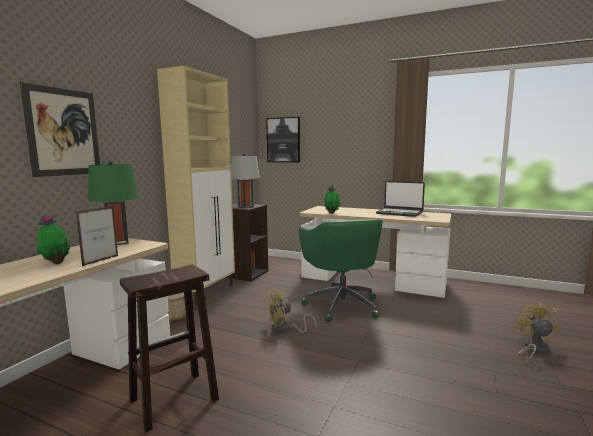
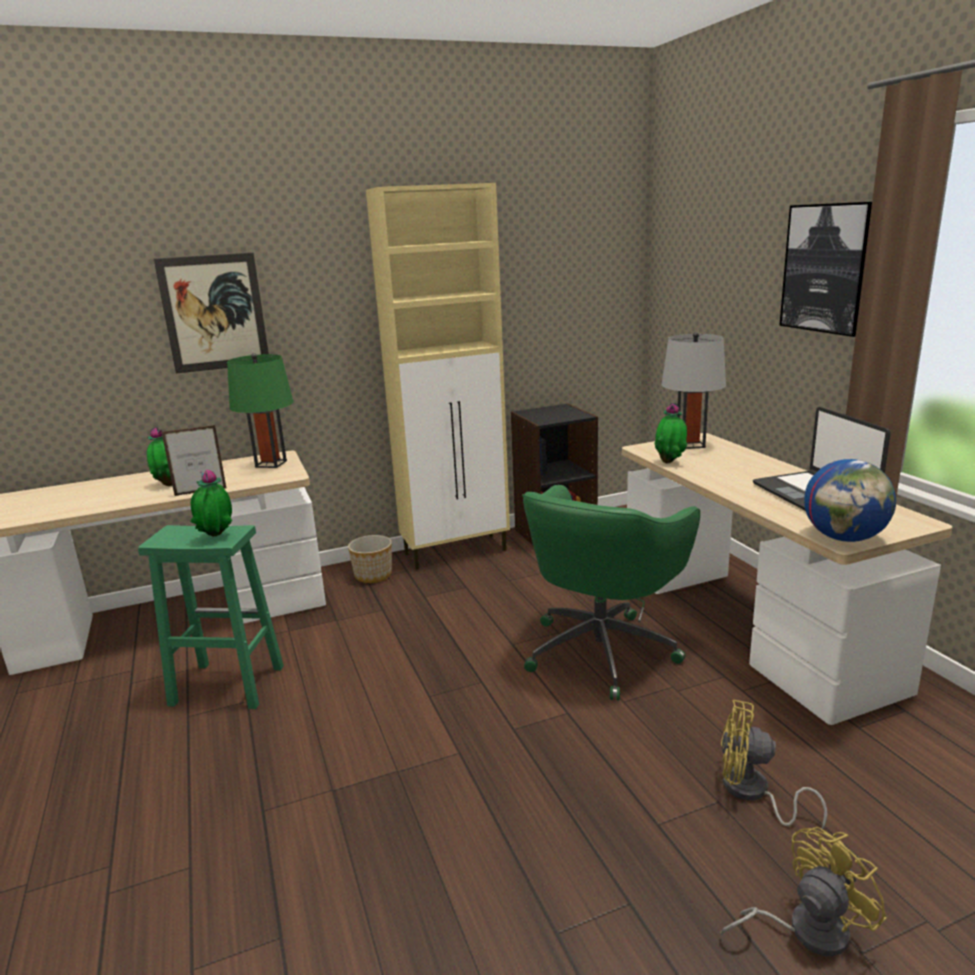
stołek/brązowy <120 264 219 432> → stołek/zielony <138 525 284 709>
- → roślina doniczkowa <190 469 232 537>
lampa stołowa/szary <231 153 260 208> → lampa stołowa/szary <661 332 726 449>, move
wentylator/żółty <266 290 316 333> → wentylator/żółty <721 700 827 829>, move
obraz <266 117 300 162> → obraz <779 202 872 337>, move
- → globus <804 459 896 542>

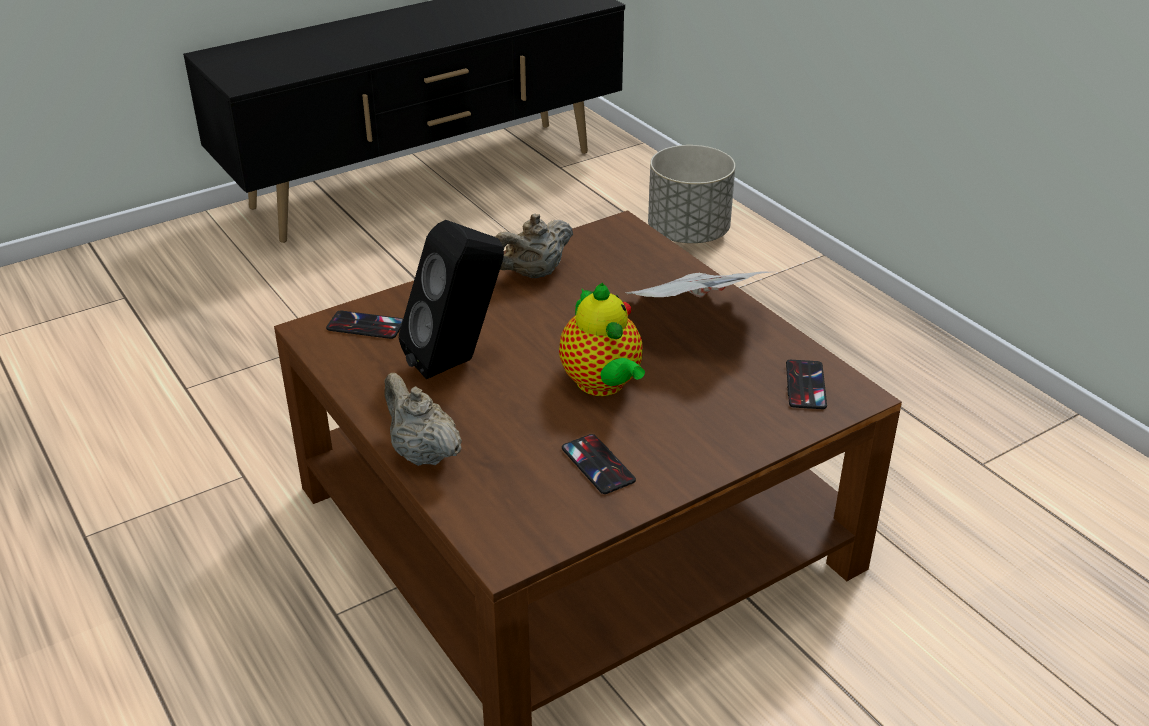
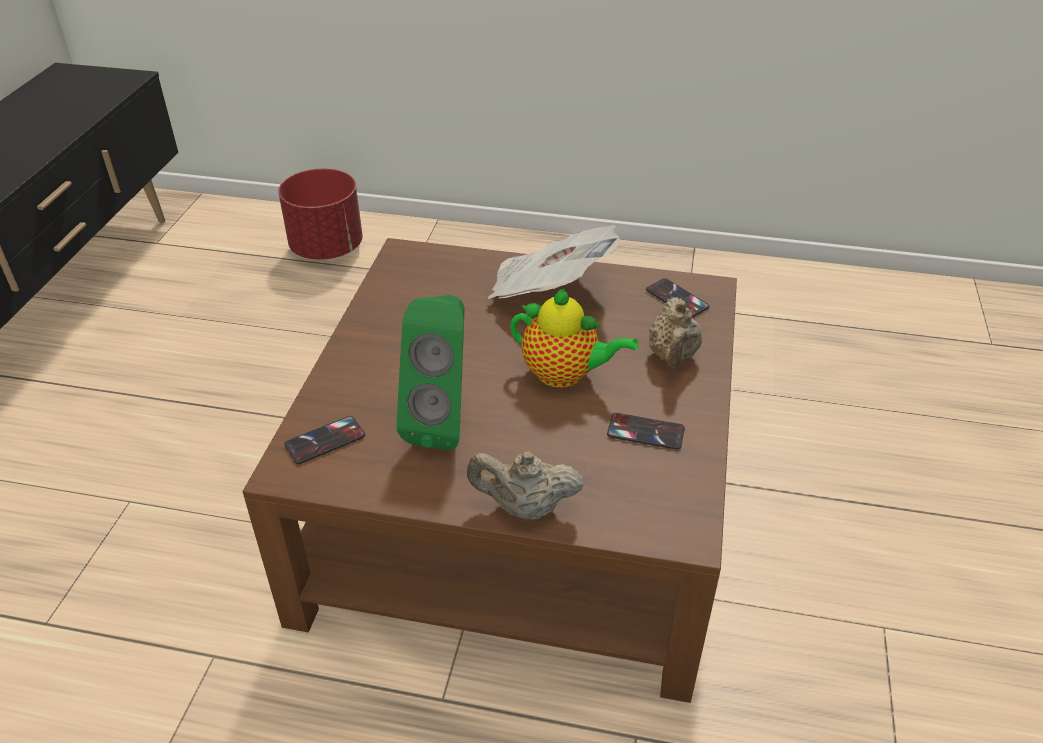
donica/szary <648 145 735 243> → donica/czerwony <278 169 363 260>
głośnik/czarny <399 220 504 379> → głośnik/zielony <396 295 464 450>
imbryk/beżowy <495 214 573 278> → imbryk/beżowy <649 297 702 368>, move

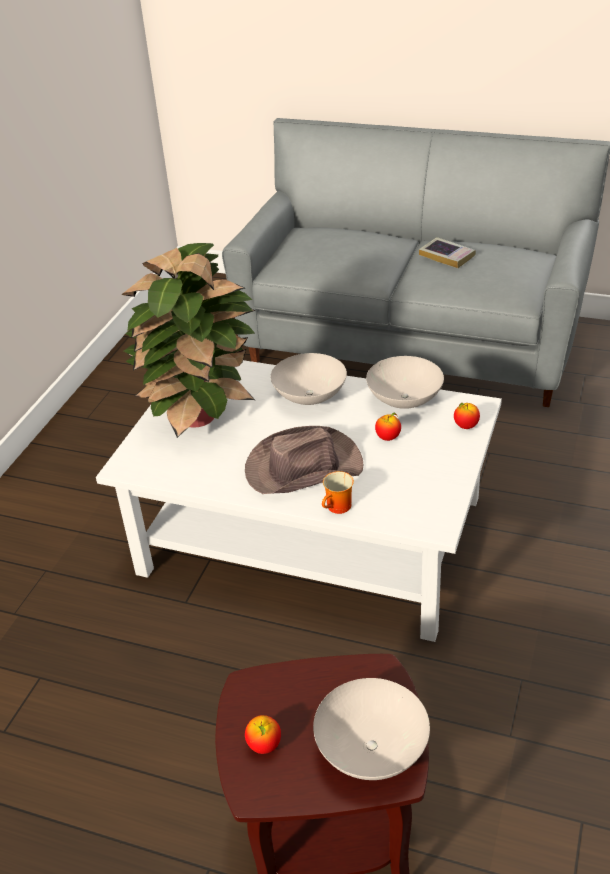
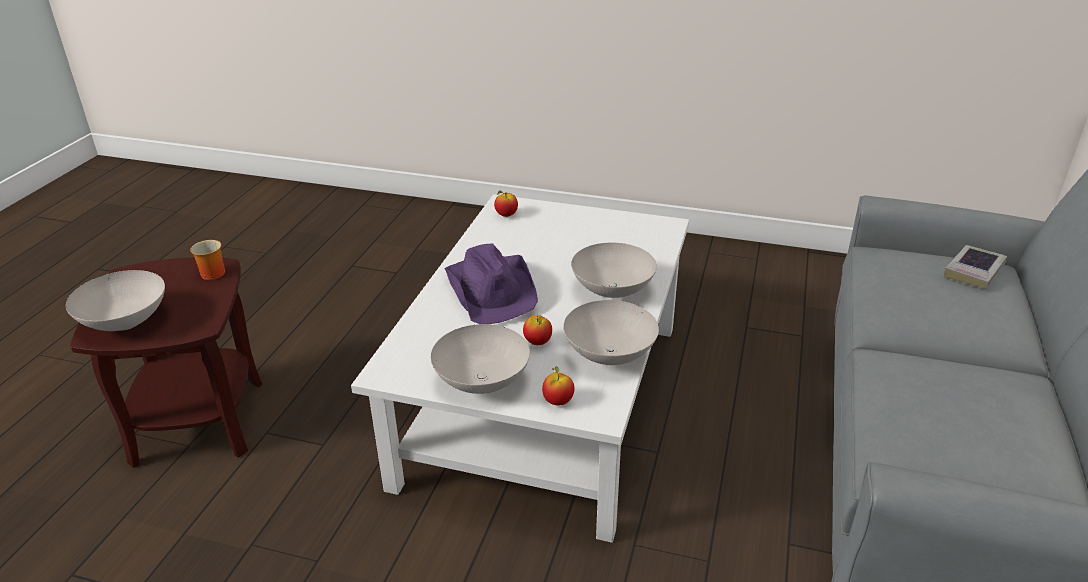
kubek <322 471 354 514> → kubek <190 240 225 280>, move
- → miska/biały <431 324 530 394>
kapelusz/brązowy <245 426 363 494> → kapelusz/fioletowy <445 244 538 324>
jabłko <245 715 281 754> → jabłko <494 191 518 217>, move
książka <419 237 476 268> → książka <944 245 1007 289>, move
roślina doniczkowa <121 243 256 438> → -

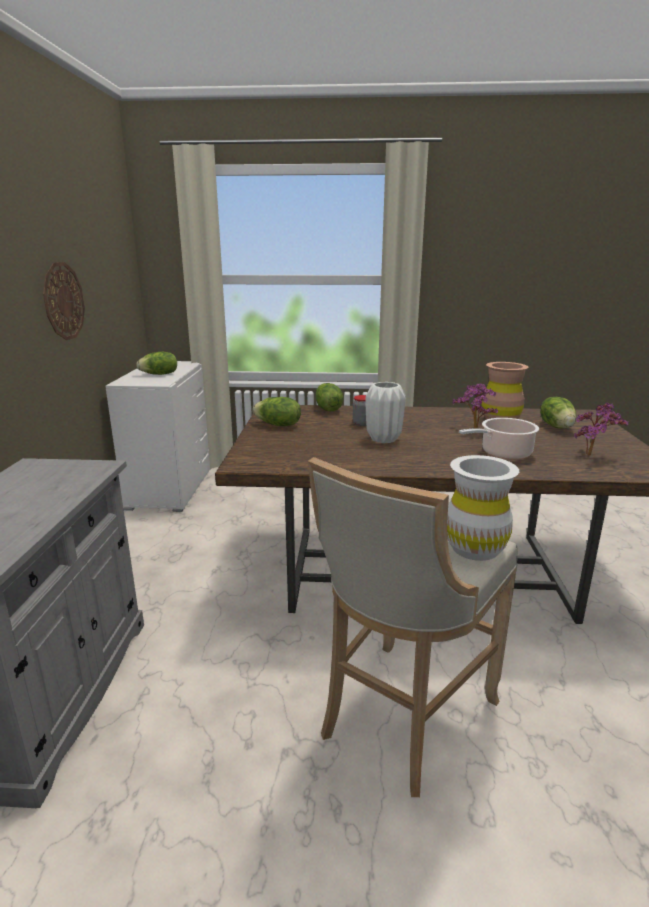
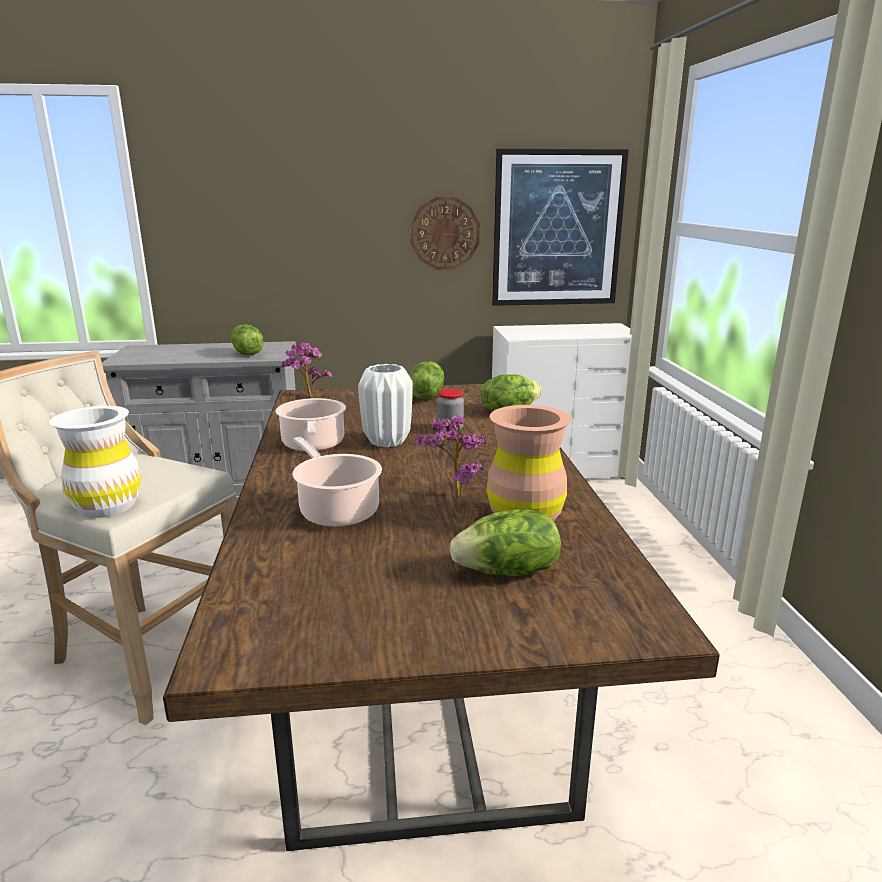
sałata <136 352 177 375> → sałata <231 324 263 355>, move
- → garnek <275 398 346 452>
roślina doniczkowa <574 403 629 456> → roślina doniczkowa <281 342 332 397>, move
- → obraz <492 149 629 306>

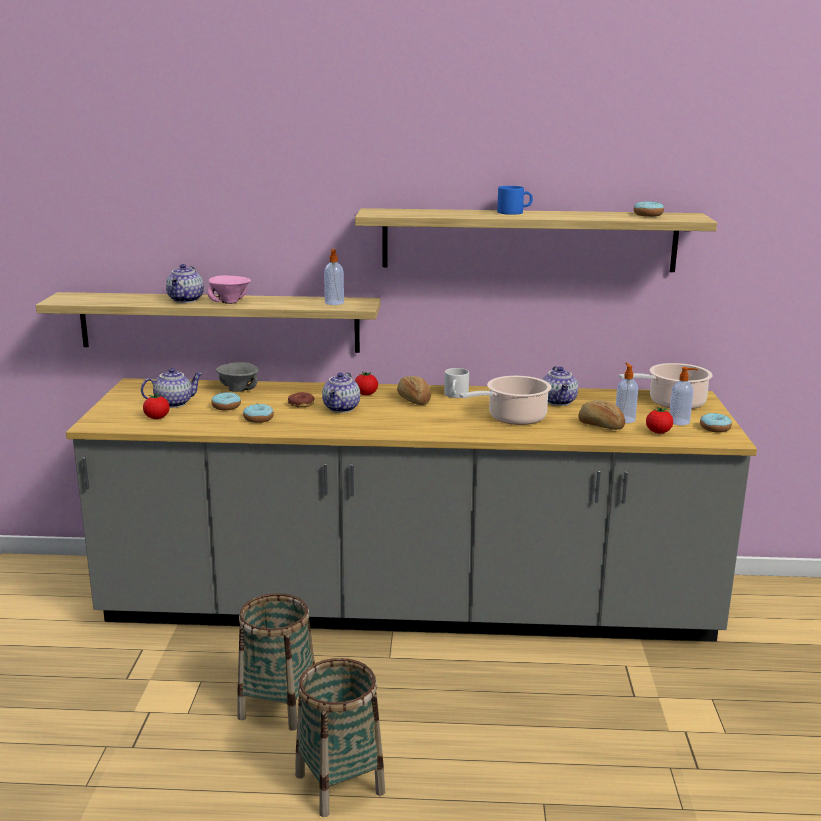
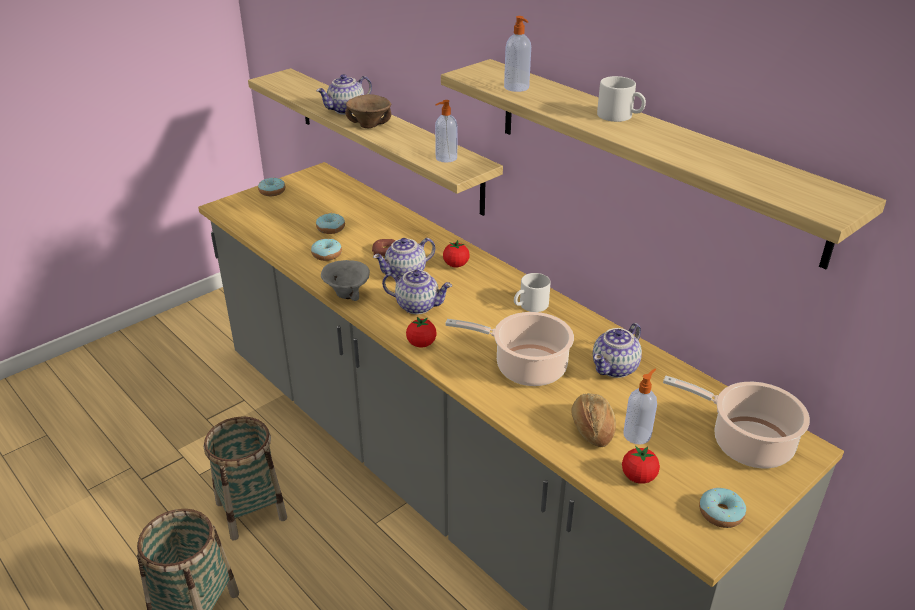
donut <634 202 664 217> → donut <258 178 285 196>, move
miska/szary <216 362 259 392> → miska/szary <321 260 370 301>, move
miska/różowy <207 275 251 304> → miska/brązowy <345 94 391 128>
imbryk <141 368 203 408> → imbryk <382 270 452 314>, move
pomidor <143 394 170 419> → pomidor <406 317 437 348>, move
dozownik mydła <669 367 698 425> → dozownik mydła <504 16 531 92>, move
kubek/niebieski <497 186 533 215> → kubek/biały <597 76 646 122>
chleb <397 376 431 405> → -

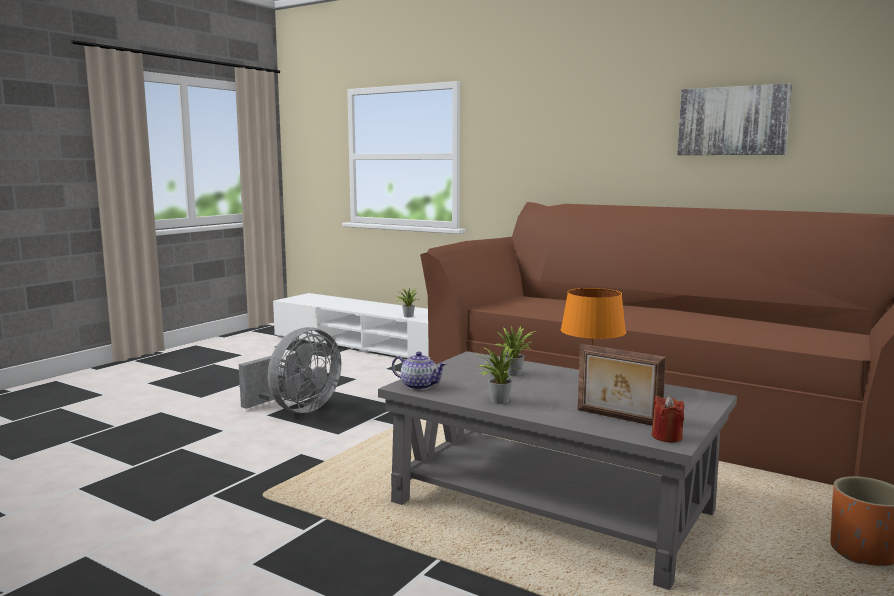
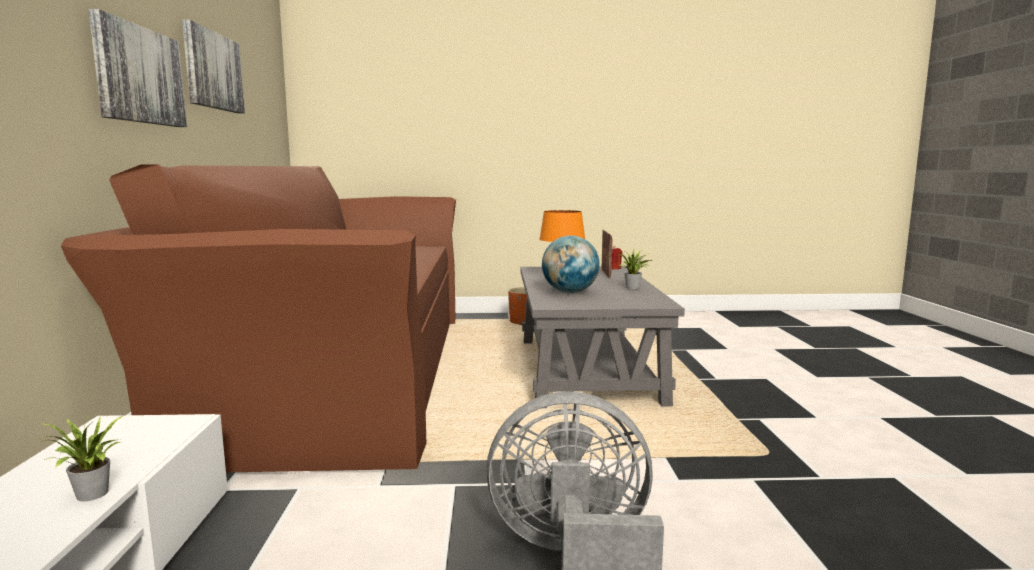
- → obraz <88 9 187 127>
roślina doniczkowa <495 326 536 376> → globus <542 236 600 293>
imbryk <392 352 447 390> → -

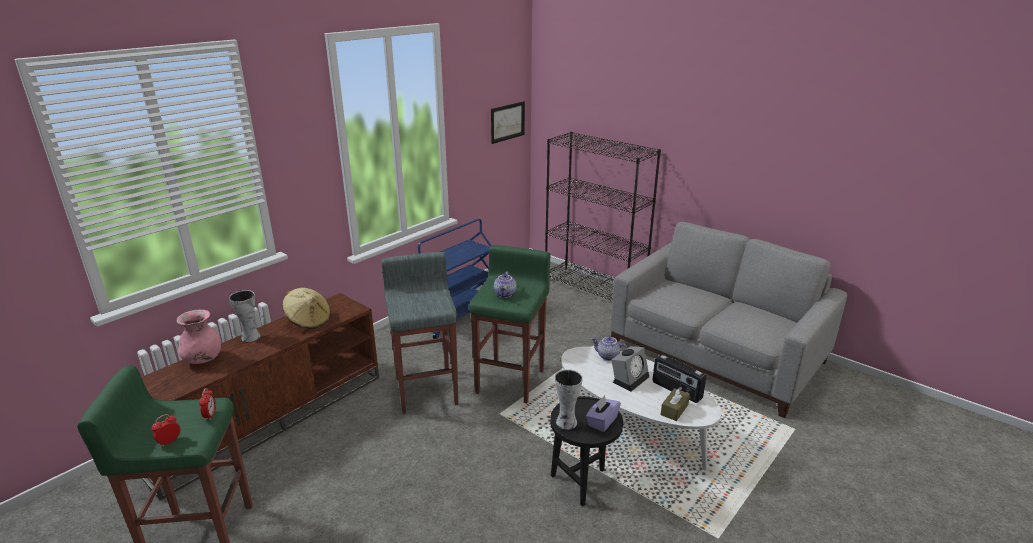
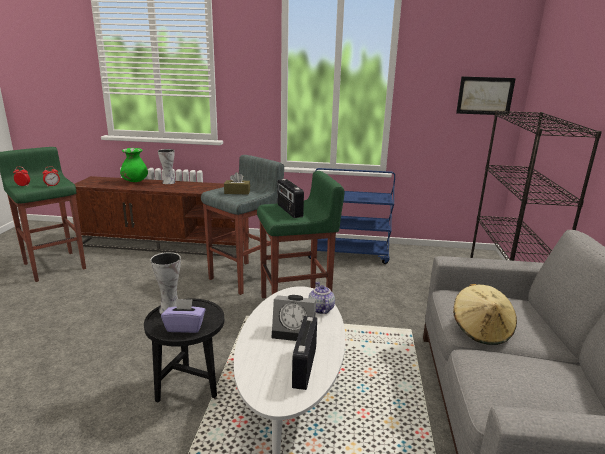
wazon/różowy <177 310 221 364> → wazon/zielony <120 148 148 182>
pudełko chusteczek/brązowy <661 387 690 421> → pudełko chusteczek/brązowy <224 172 250 195>, move
imbryk <494 271 516 298> → radio <278 179 304 218>
kapelusz/beżowy <282 288 331 329> → kapelusz/beżowy <453 284 517 345>, move

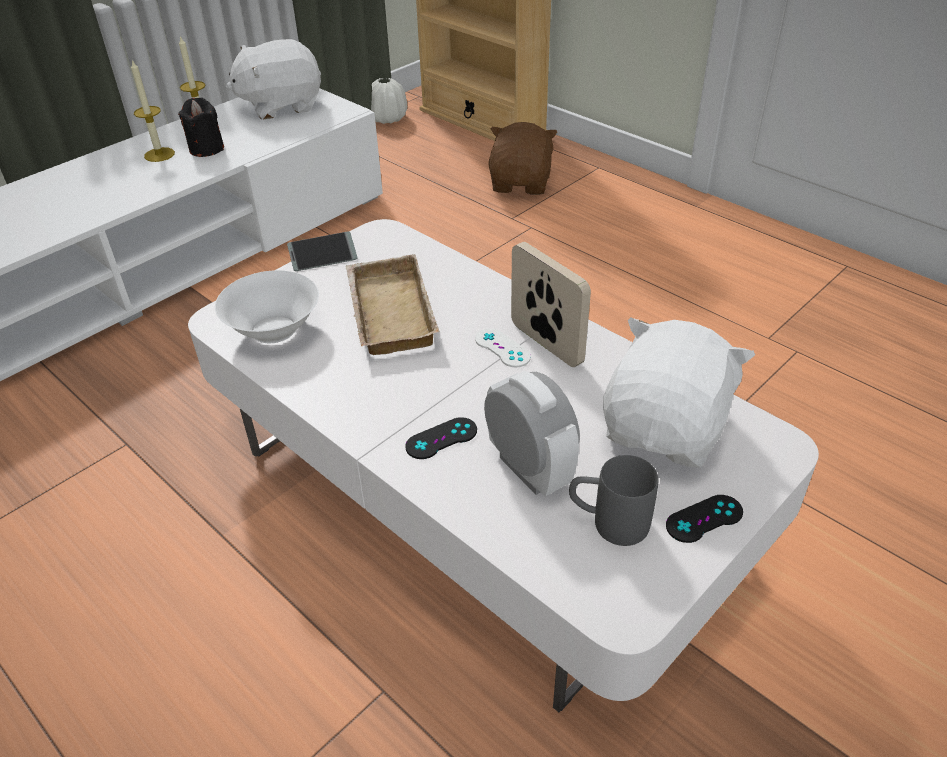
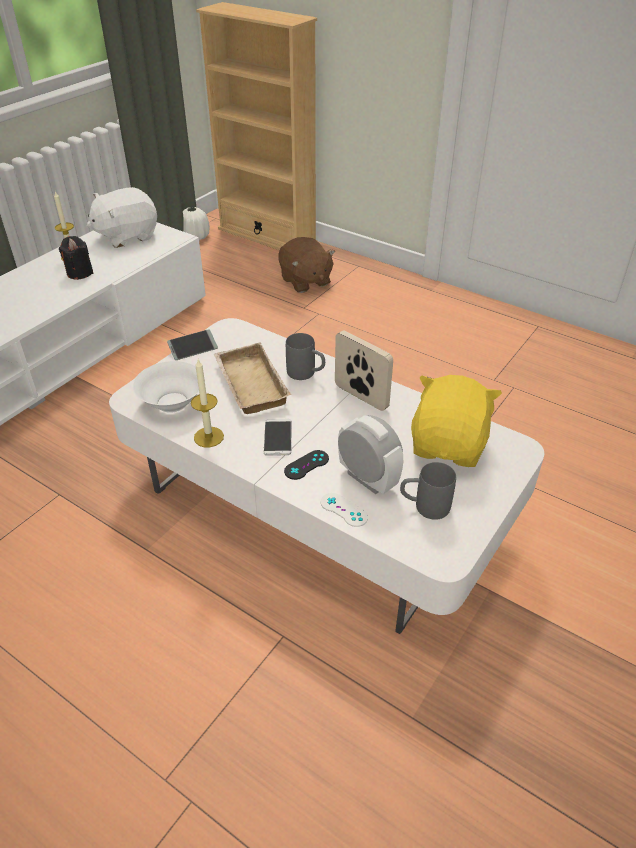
świeca <131 60 175 162> → świeca <191 359 224 447>, move
- → telefon <264 419 292 456>
pluszak/brązowy <489 122 558 195> → pluszak/brązowy <278 237 335 293>, 150 degrees clockwise
- → kubek/szary <286 333 325 380>
pad do gier/biały <475 328 531 367> → pad do gier/biały <321 493 368 527>, move
pluszak/biały <603 318 755 468> → pluszak/żółty <411 375 502 467>
pad do gier/czarny <666 495 743 543> → -

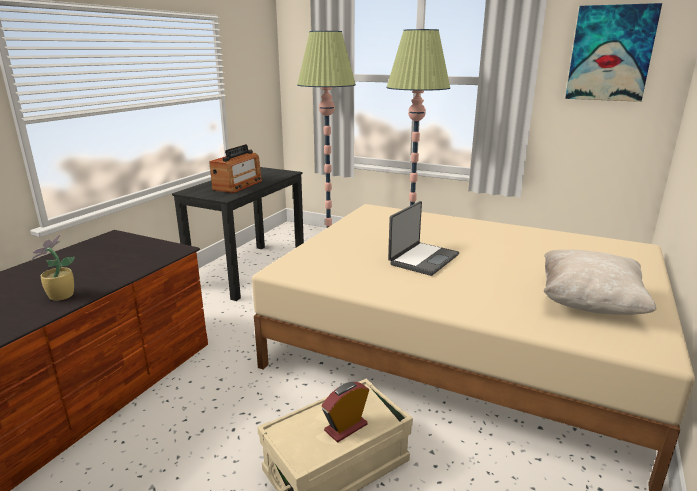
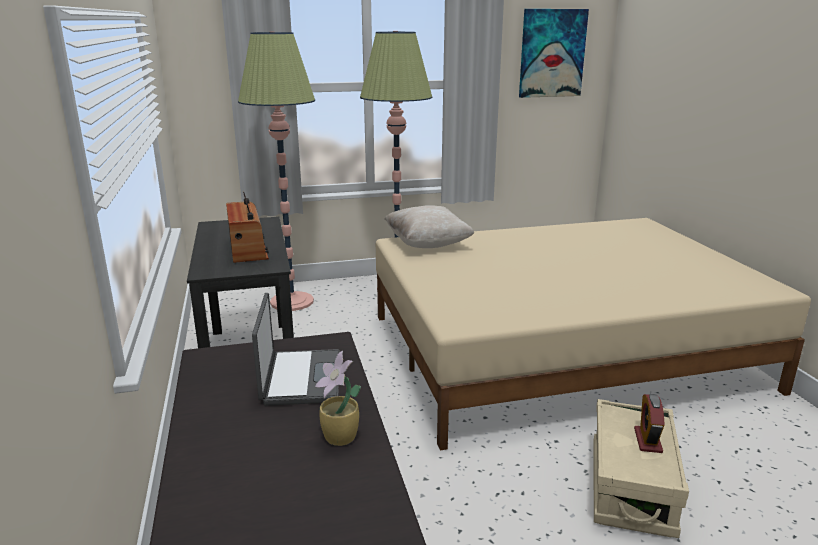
laptop <388 201 459 276> → laptop <252 293 340 406>, move
poduszka/beżowy <543 250 656 315> → poduszka/beżowy <384 205 474 248>, move

